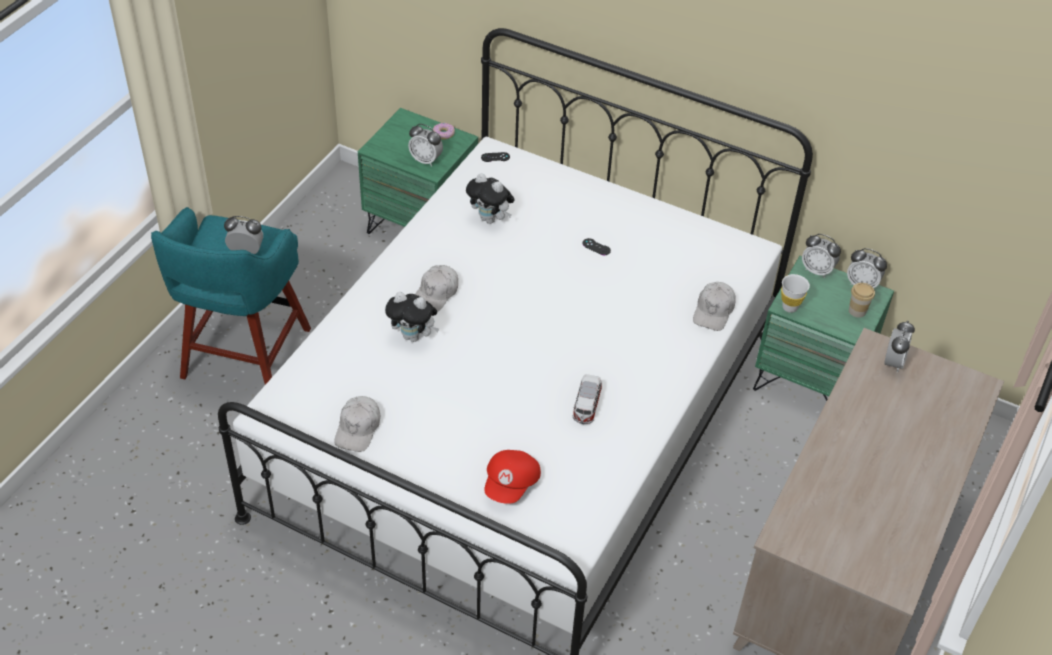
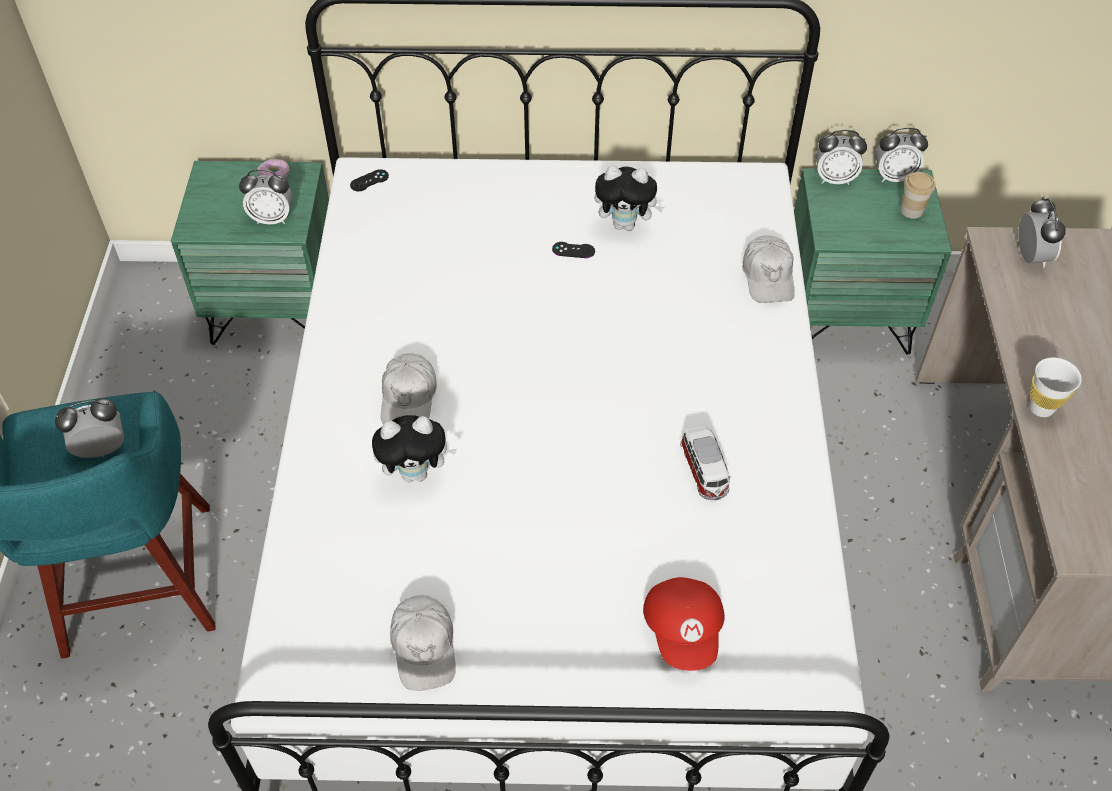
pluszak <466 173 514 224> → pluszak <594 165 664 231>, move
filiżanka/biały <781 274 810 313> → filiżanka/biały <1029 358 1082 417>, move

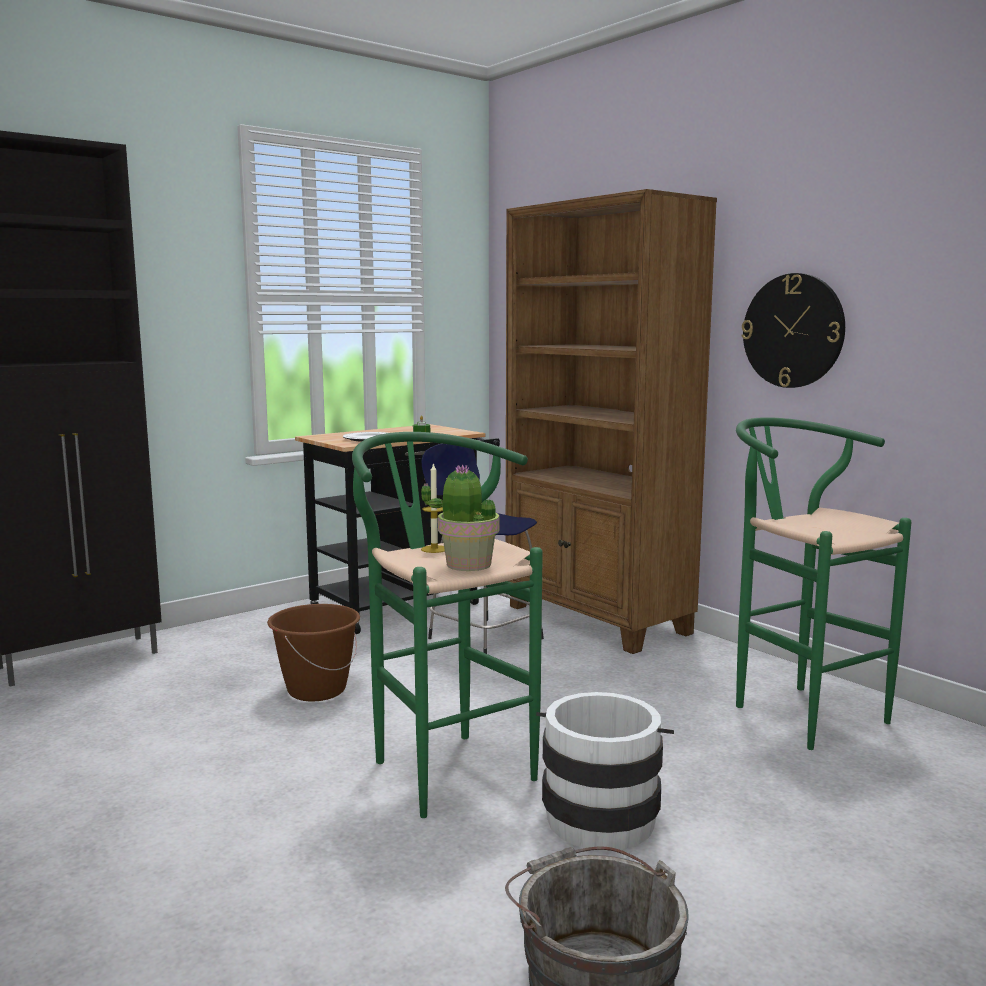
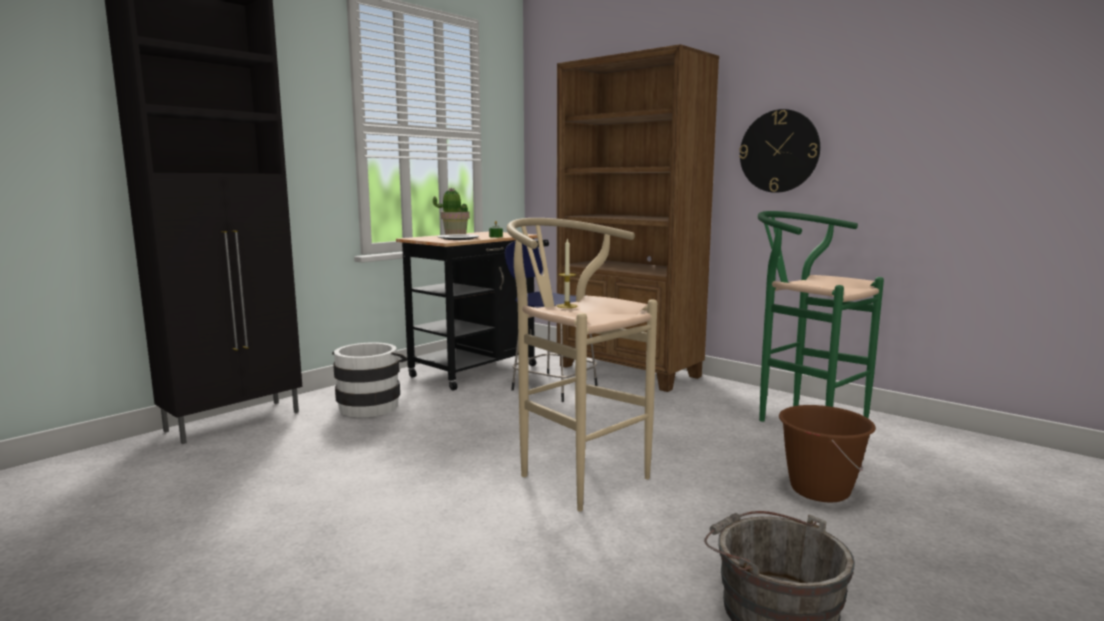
wiadro/biały <536 692 674 851> → wiadro/biały <332 343 407 417>, move
roślina doniczkowa <421 465 500 571> → roślina doniczkowa <433 188 470 235>, move
stołek/zielony <352 432 543 818> → stołek/beżowy <506 218 657 512>
wiadro/brązowy <267 604 360 701> → wiadro/brązowy <779 405 876 502>, move

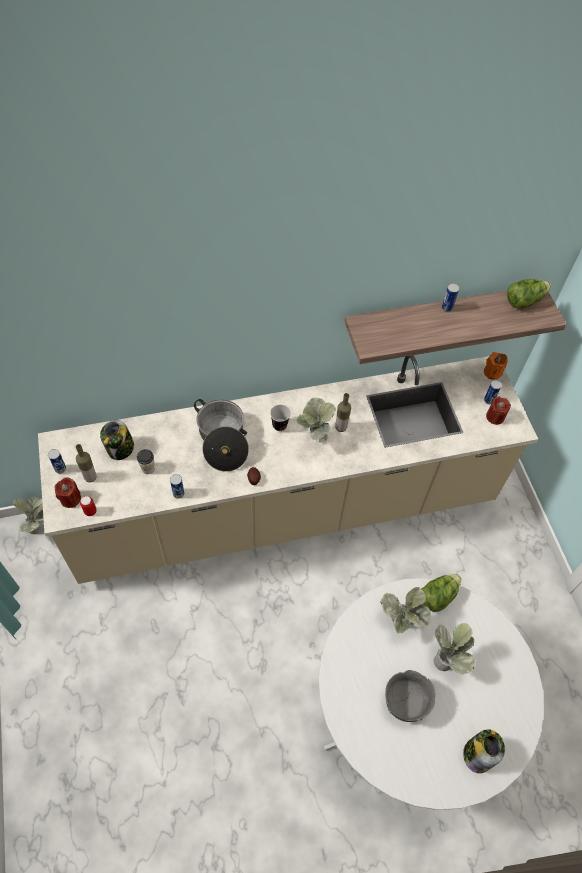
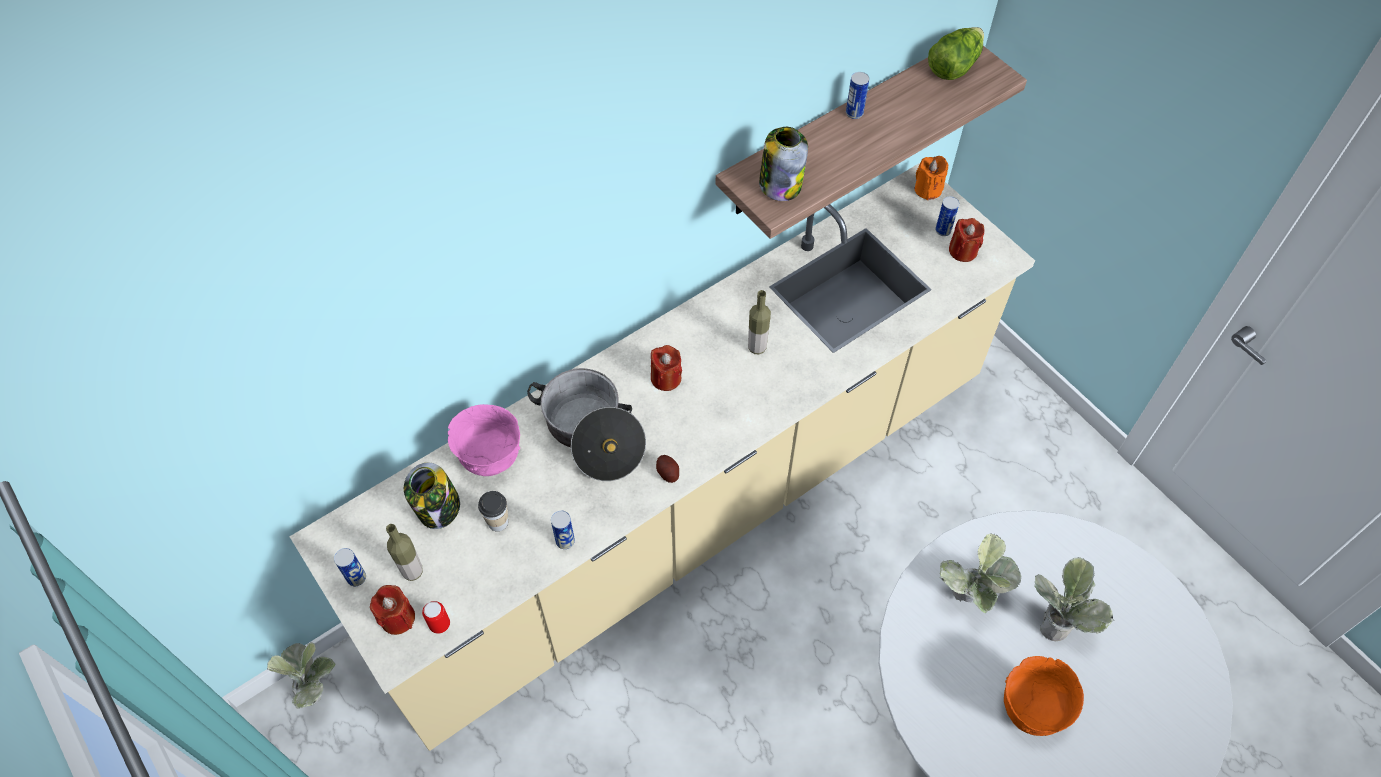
- → miska/różowy <448 404 520 476>
filiżanka <270 405 291 431> → świeca/czerwony <651 345 682 391>
słoik <463 730 505 773> → słoik <759 127 808 201>, move
miska/szary <385 670 436 722> → miska/pomarańczowy <1004 656 1084 736>
roślina doniczkowa <295 398 336 441> → -
sałata <421 574 461 612> → -

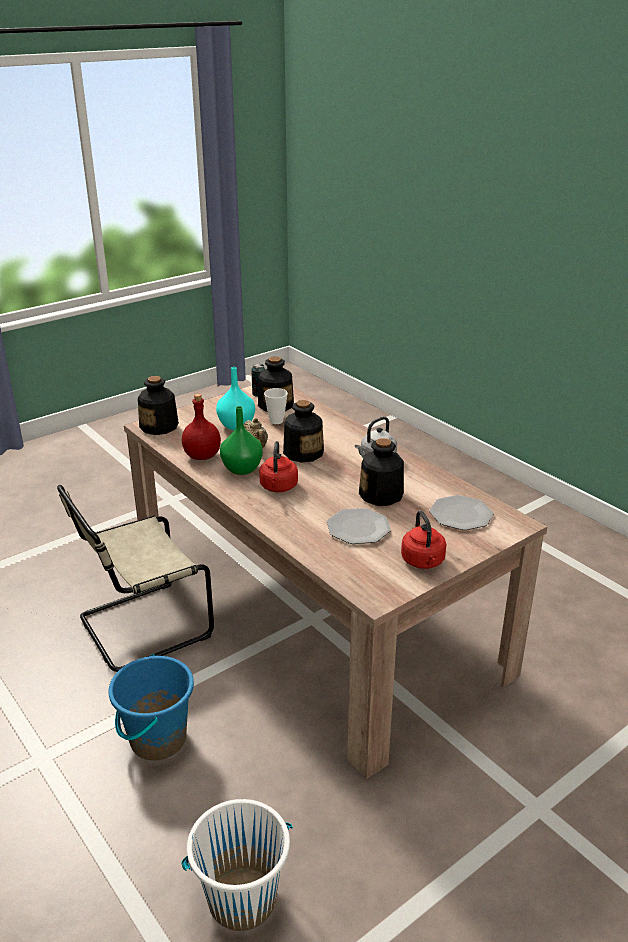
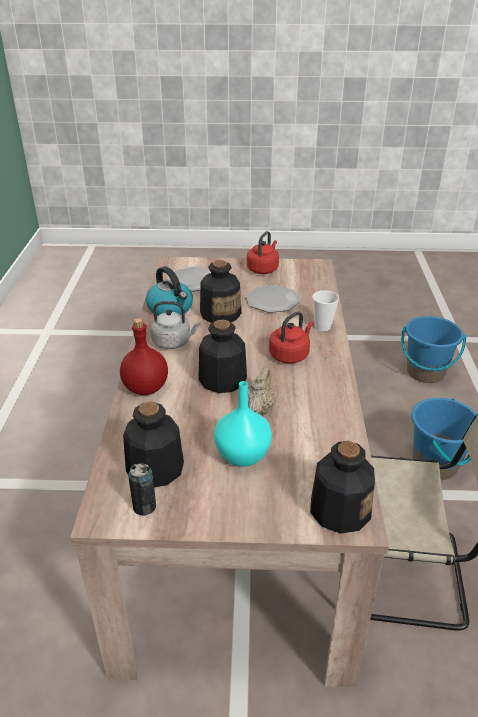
butelka/czerwony <182 394 221 460> → butelka/czerwony <120 318 168 395>, move
- → czajnik <146 266 193 316>
filiżanka <264 388 288 424> → filiżanka <312 291 339 331>, move
wiadro/biały <181 799 293 931> → wiadro/niebieski <401 316 467 383>
wazon/zielony <220 406 263 475> → -

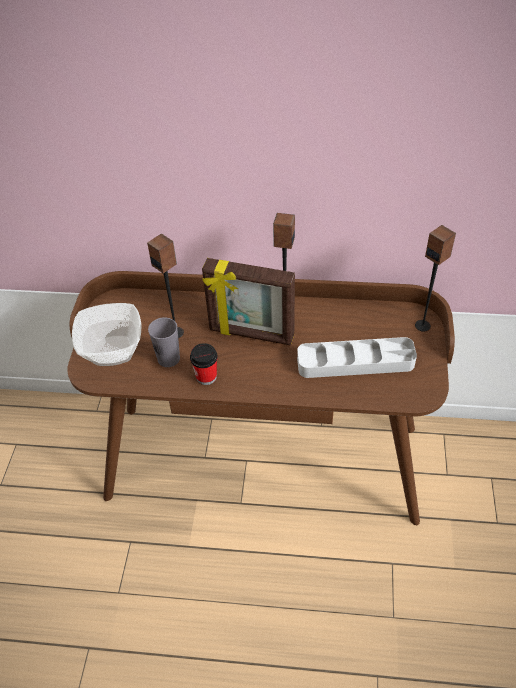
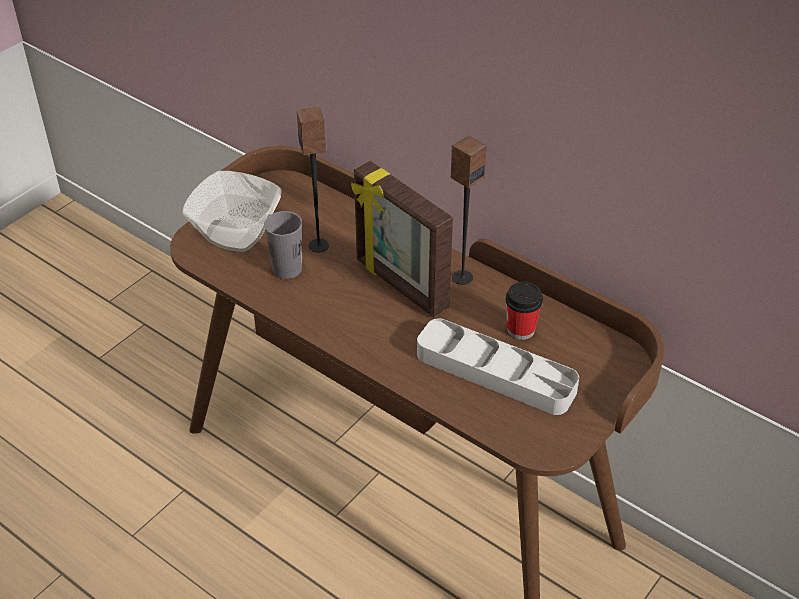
filiżanka <190 343 218 385> → filiżanka <505 282 543 340>, move
głośnik <415 225 456 332> → -

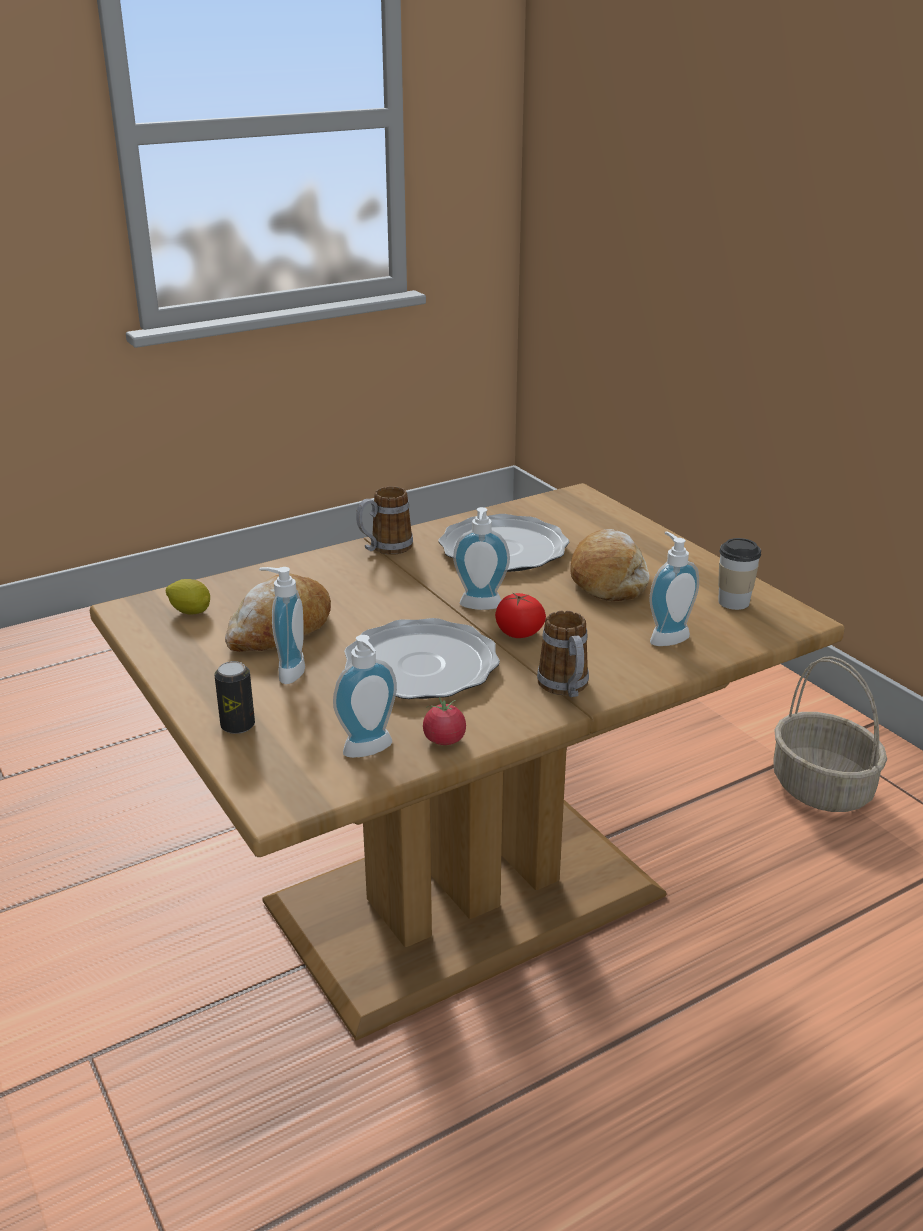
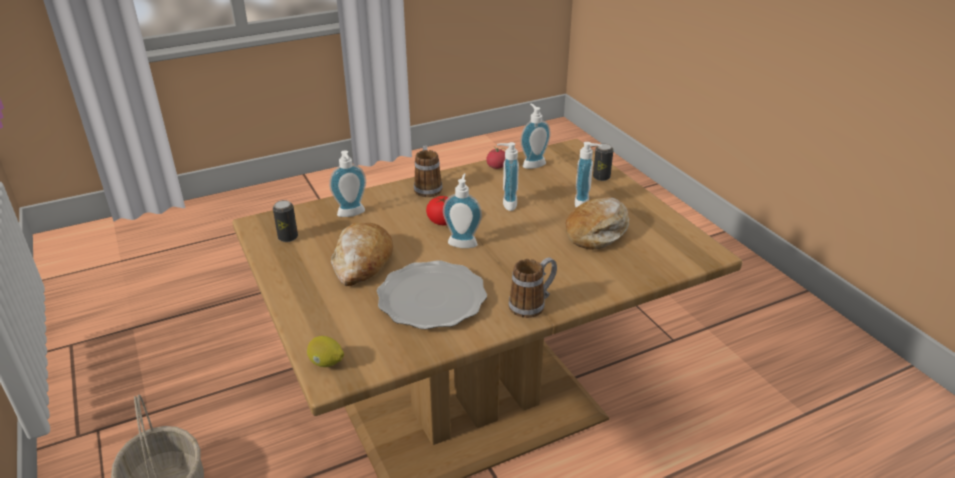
filiżanka <718 538 761 610> → puszka <273 200 298 242>
cytryna <166 579 210 614> → cytryna <307 336 344 367>, move
talerz <344 618 500 699> → dozownik mydła <497 142 519 211>

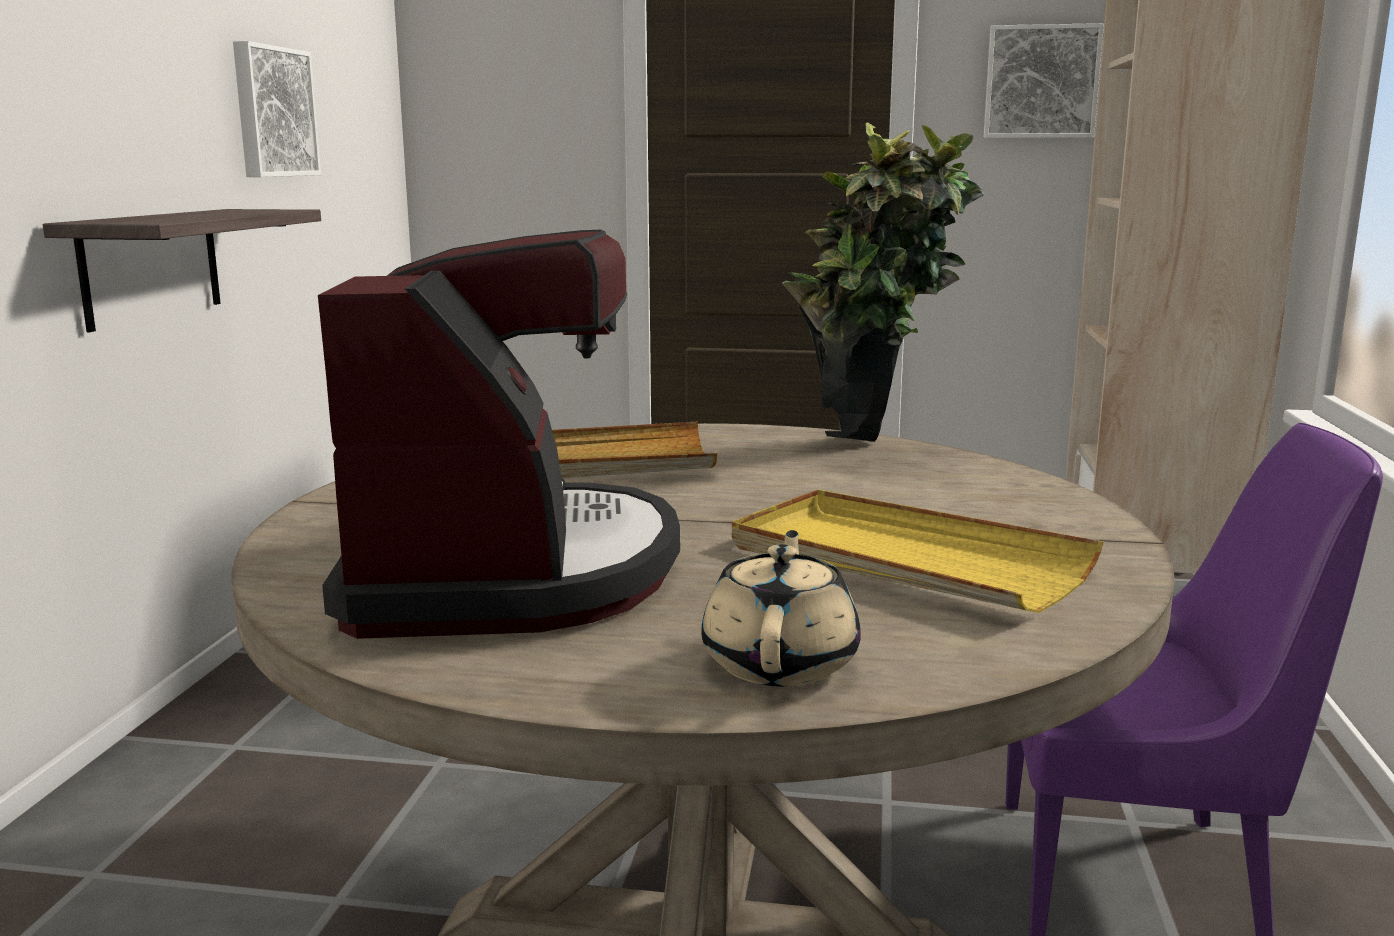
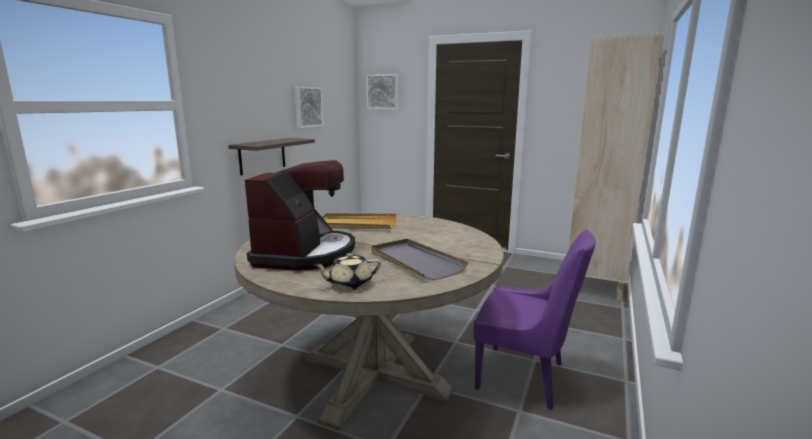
imbryk/beżowy <701 530 861 687> → imbryk/beżowy <313 253 381 290>, 135 degrees counterclockwise
obraz <983 23 1104 138> → obraz <367 74 398 109>, move
taca/żółty <732 490 1103 613> → taca/szary <371 239 468 280>
roślina doniczkowa <782 122 984 442> → -

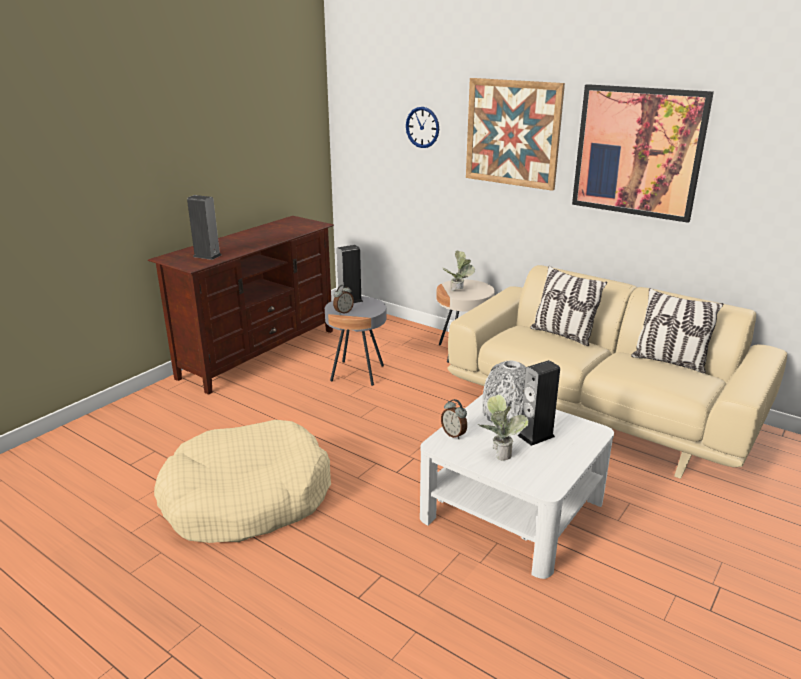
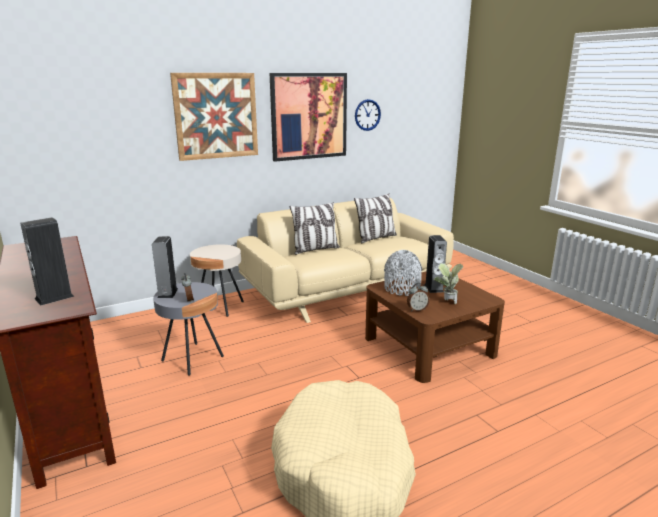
zegar ścienny <406 107 439 148> → zegar ścienny <355 99 381 131>, move
ława/biały <420 394 614 579> → ława/brązowy <365 271 505 383>
roślina doniczkowa <443 250 475 291> → -

